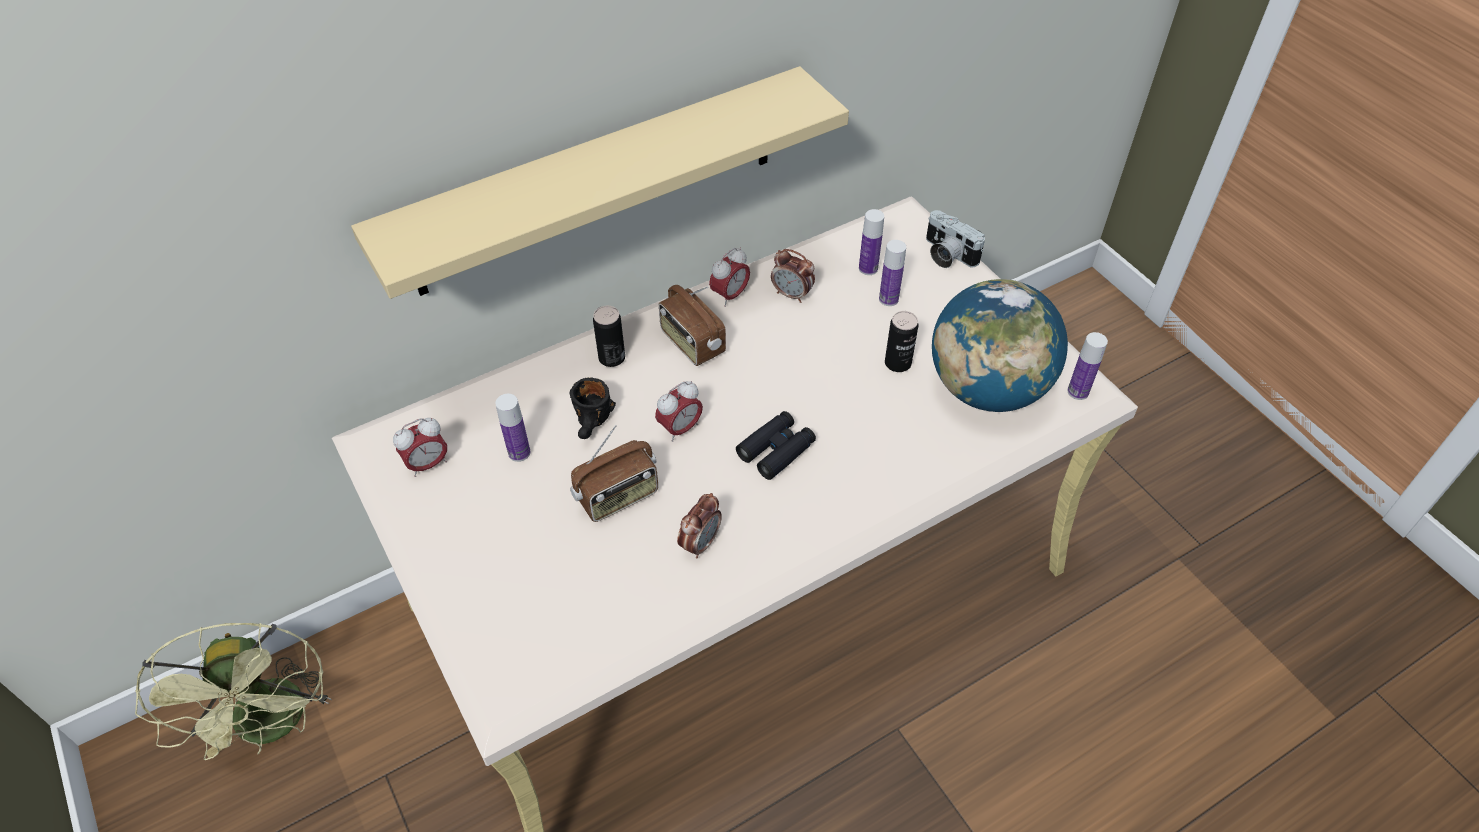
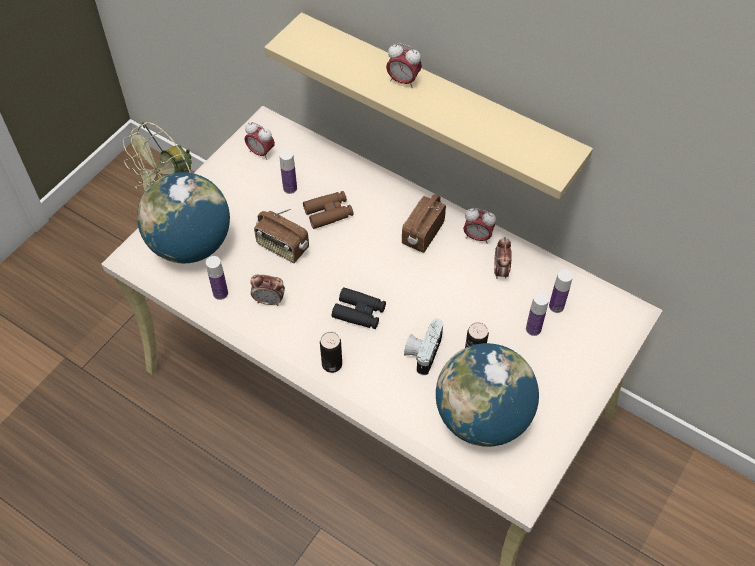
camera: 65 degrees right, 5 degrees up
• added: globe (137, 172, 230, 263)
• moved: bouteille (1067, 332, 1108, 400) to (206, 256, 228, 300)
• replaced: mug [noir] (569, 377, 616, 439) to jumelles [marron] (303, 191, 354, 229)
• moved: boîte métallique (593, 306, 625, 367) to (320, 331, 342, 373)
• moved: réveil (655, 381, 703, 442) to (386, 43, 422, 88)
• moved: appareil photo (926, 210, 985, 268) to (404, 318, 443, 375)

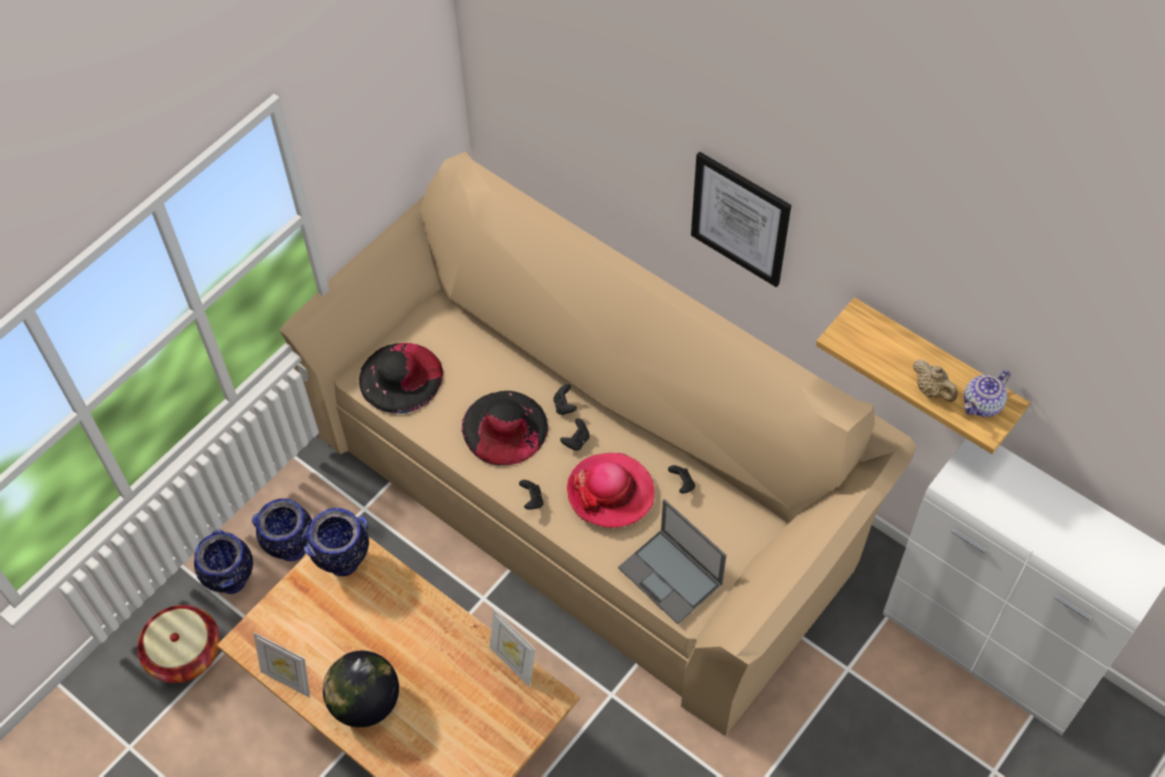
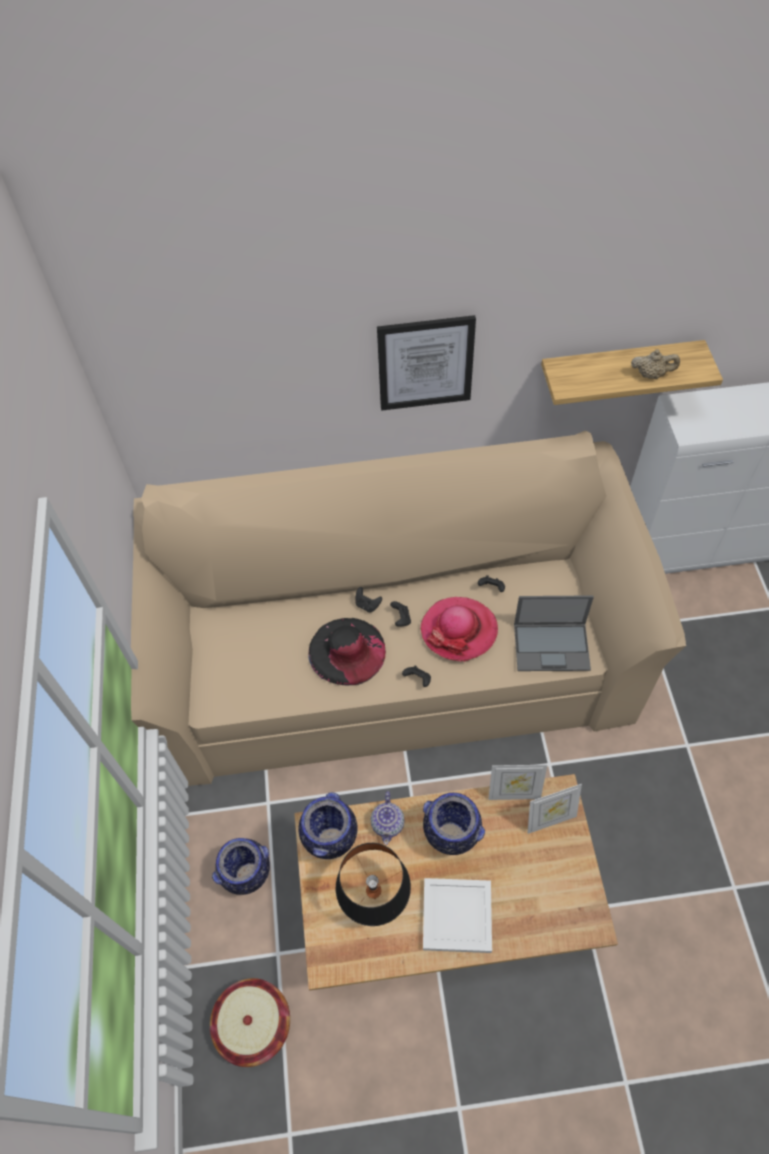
camera: 45 degrees left, 0 degrees up
• added: lampe de table [noir] (336, 843, 411, 926)
• moved: théière (964, 370, 1010, 417) to (371, 791, 404, 845)
• moved: vase (194, 529, 253, 594) to (423, 793, 485, 855)
• replaced: globe (323, 651, 399, 728) to plateau [blanc] (423, 878, 492, 953)
• moved: cadre photo (253, 632, 310, 698) to (528, 784, 582, 834)
• removed: chapeau [noir] (359, 343, 443, 414)

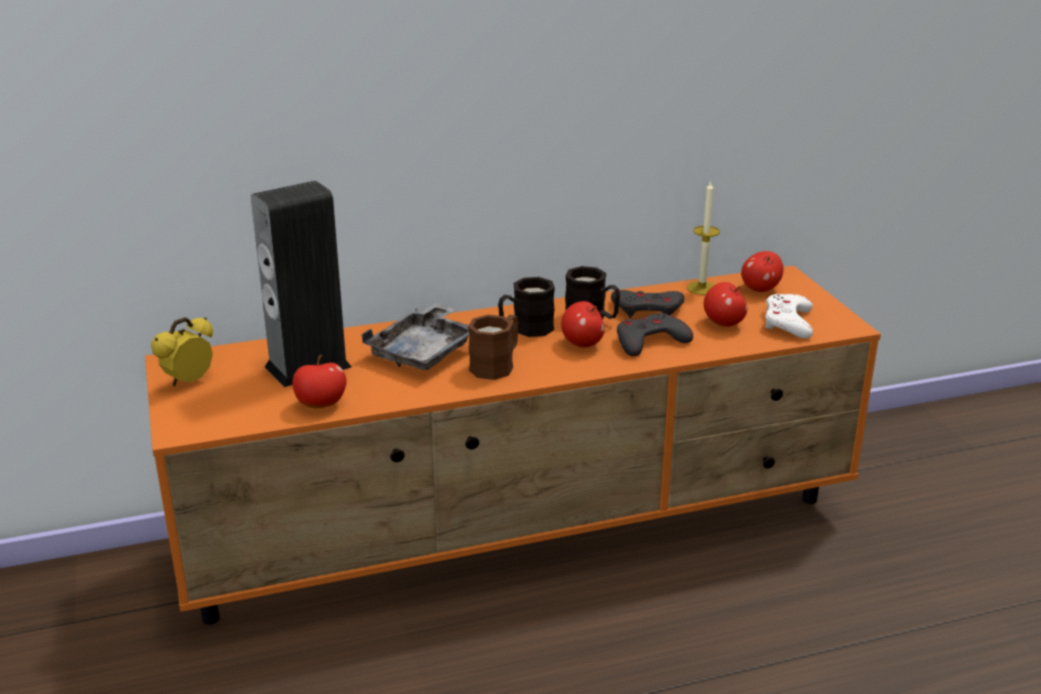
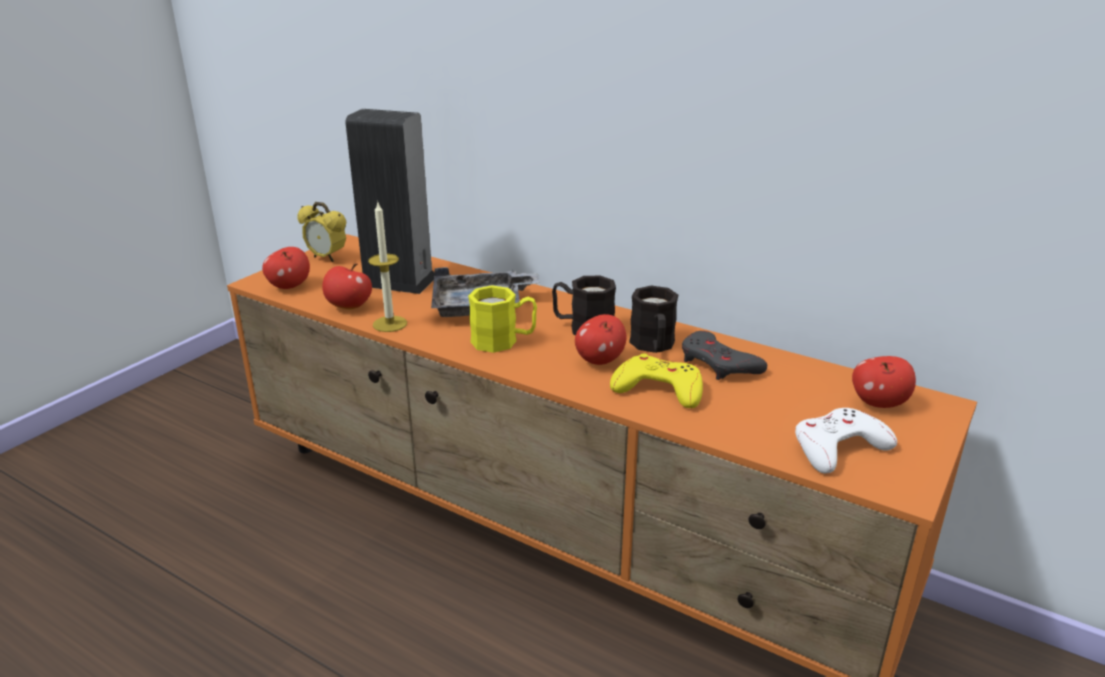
camera: 50 degrees right, 0 degrees up
• moved: pomme (704, 282, 747, 327) to (262, 247, 310, 289)
• turned: réveil (151, 317, 213, 386) = (297, 202, 346, 262) 150 degrees counterclockwise
• moved: bougie (687, 180, 720, 295) to (368, 203, 407, 332)
• recoloured: mug [marron] (468, 315, 518, 380) to mug [jaune] (468, 285, 537, 353)
• recoloured: manette [gris] (617, 313, 693, 356) to manette [jaune] (610, 353, 703, 408)

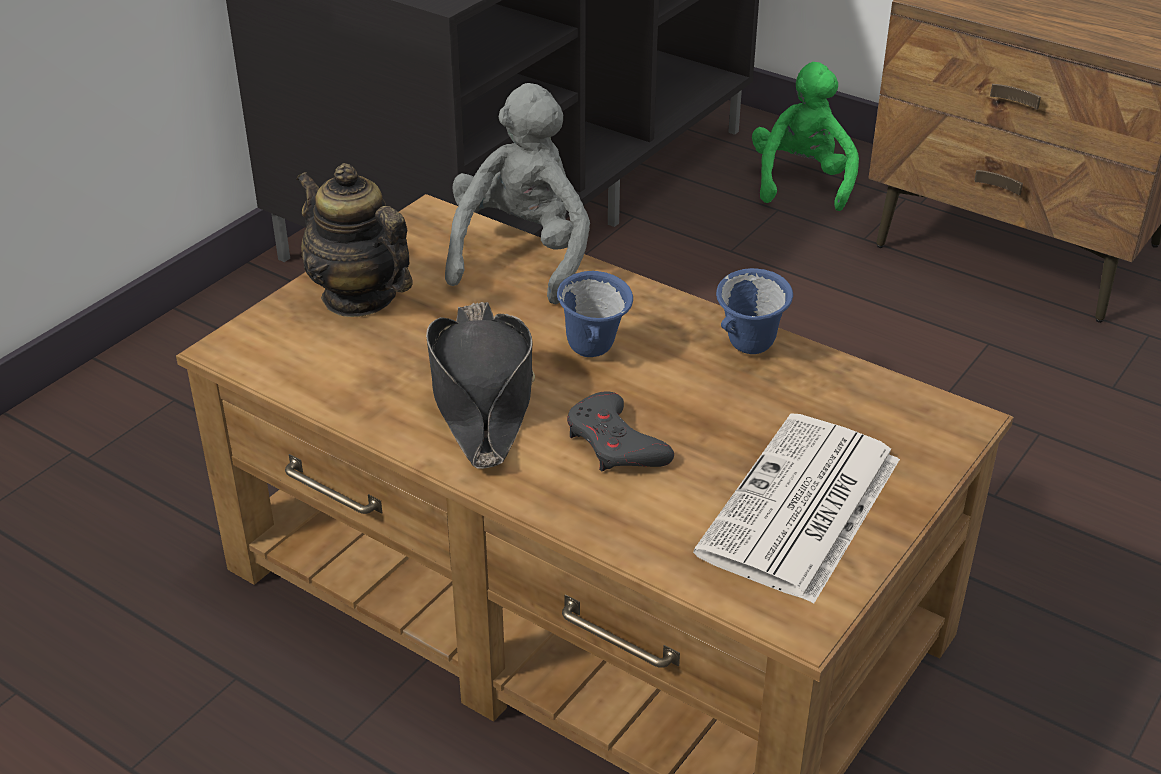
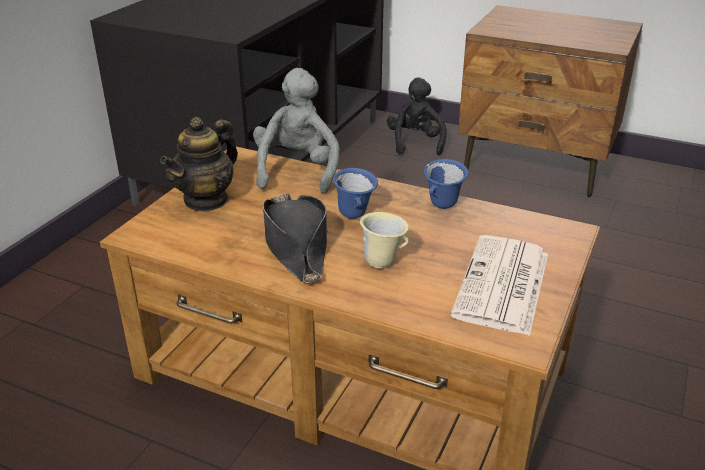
camera: 10 degrees left, 5 degrees down
• turned: théière (296, 163, 413, 317) = (160, 117, 238, 212) 90 degrees counterclockwise
• replaced: manette [gris] (567, 391, 674, 471) to mug [beige] (360, 212, 409, 268)
• recoloured: peluche [vert] (752, 62, 859, 211) to peluche [noir] (387, 78, 447, 156)

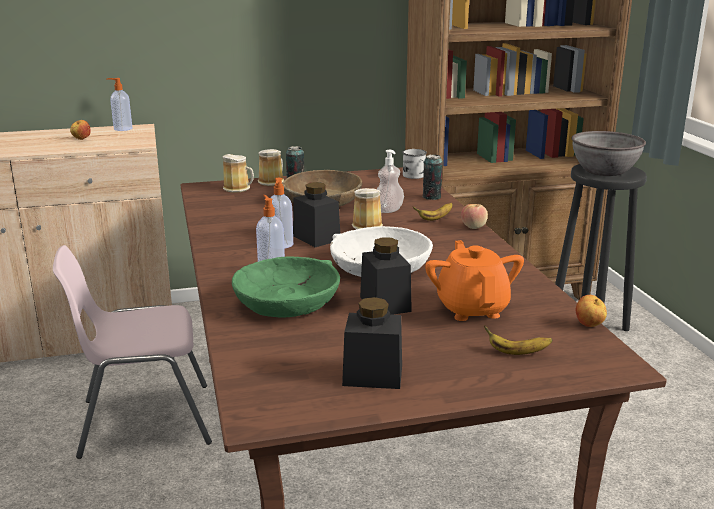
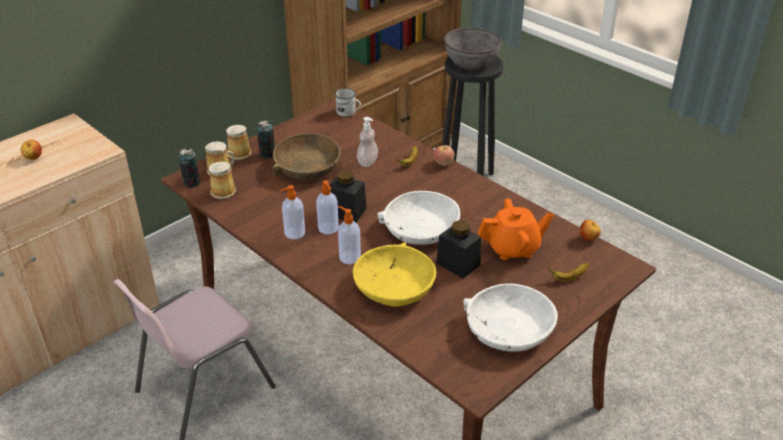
camera: 30 degrees left, 15 degrees up
• moved: boîte métallique (422, 155, 443, 200) to (179, 148, 200, 188)
• moved: mug (352, 188, 383, 229) to (209, 162, 236, 199)
• moved: distributeur de savon (106, 78, 132, 131) to (279, 185, 305, 239)
• recoloured: bol [vert] (232, 257, 340, 318) to bol [jaune] (353, 242, 436, 307)
• replaced: bocal [noir] (342, 297, 402, 389) to bol [blanc] (463, 283, 558, 352)
• turned: théière [orange] (425, 240, 524, 321) = (478, 198, 554, 260) 120 degrees clockwise

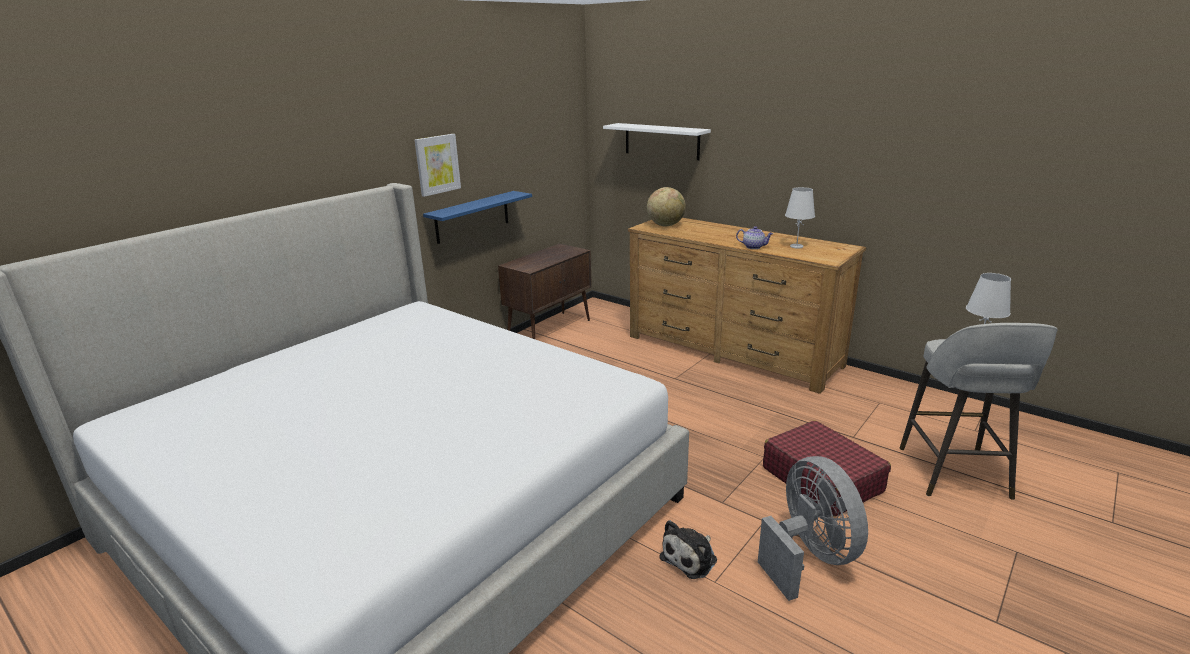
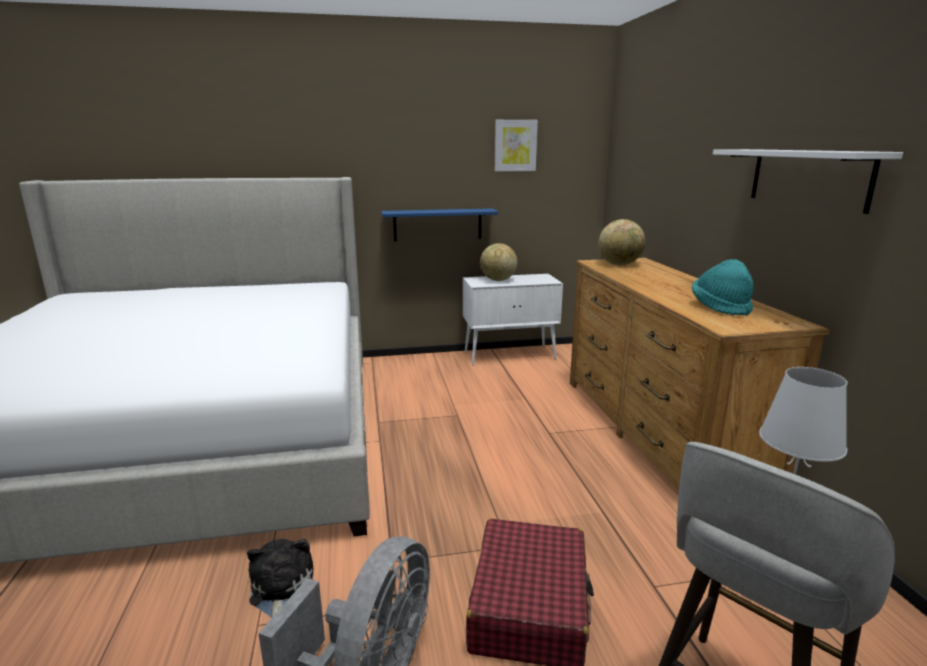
camera: 40 degrees right, 5 degrees down
• turned: peluche (659, 520, 717, 579) = (247, 539, 313, 618) 90 degrees clockwise
• recoloured: meuble de rangement [marron] (498, 244, 592, 339) to meuble de rangement [blanc] (463, 274, 563, 365)
• added: globe (480, 243, 517, 281)
• moved: tableau (414, 134, 461, 197) to (495, 120, 538, 171)
• replaced: lampe de table [blanc] (785, 187, 815, 248) to chapeau [turquoise] (692, 259, 753, 315)
• moved: étagère [blanc] (603, 123, 711, 160) to (713, 149, 903, 214)
• removed: théière (736, 226, 773, 249)

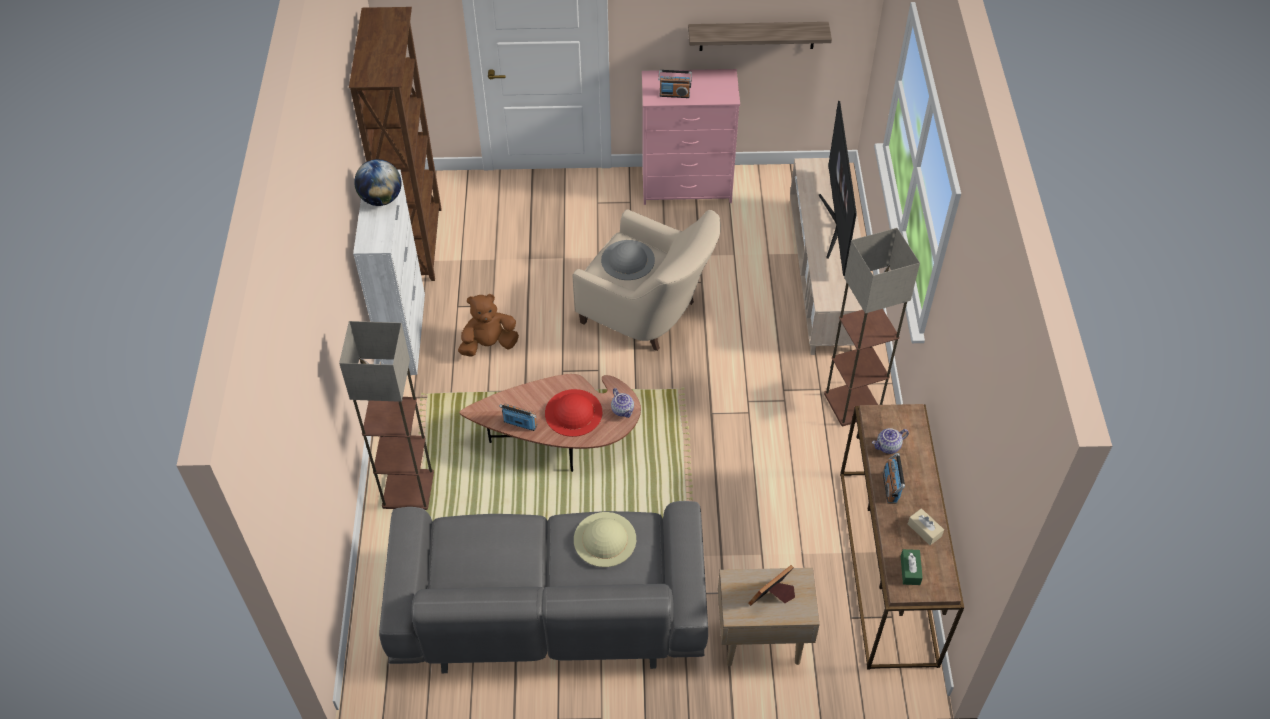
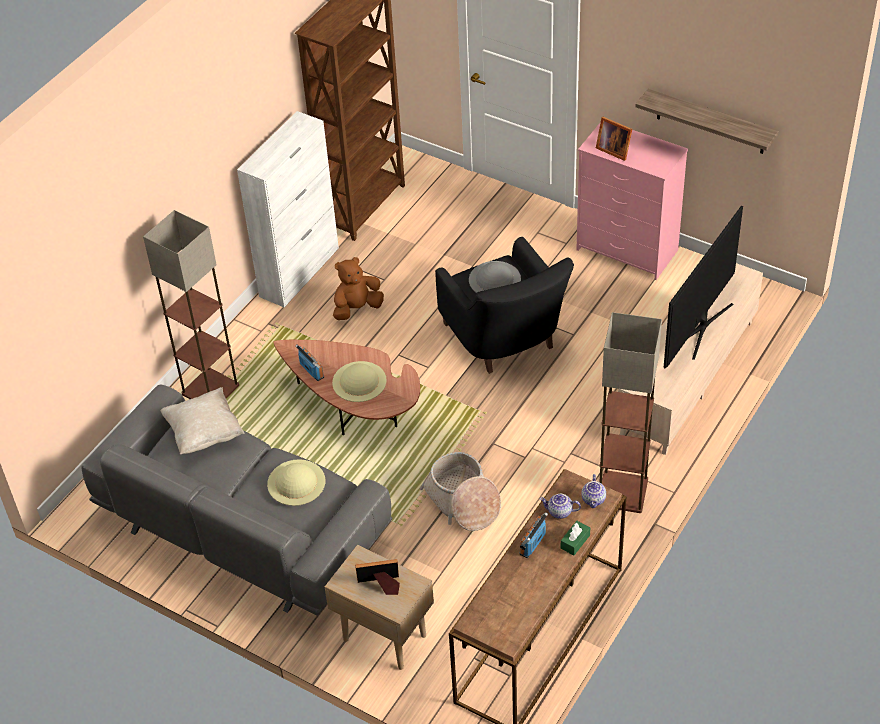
camera: 35 degrees right, 5 degrees down
• added: coussin [beige] (161, 387, 244, 454)
• recoloured: chapeau [rouge] (545, 389, 602, 437) to chapeau [beige] (332, 361, 387, 402)
• turned: peluche [marron] (458, 294, 519, 357) = (333, 257, 384, 320) 45 degrees counterclockwise
• added: panier (420, 452, 501, 531)
• recoloured: fauteuil [beige] (572, 209, 721, 351) to fauteuil [noir] (435, 237, 574, 374)
• moved: boîte à mouchoirs [vert] (901, 549, 923, 585) to (561, 521, 590, 555)
• moved: théière (611, 388, 634, 418) to (581, 474, 606, 508)
• replaced: radio (658, 70, 692, 98) to cadre photo (596, 117, 632, 161)
• removed: globe (354, 159, 401, 206)
• removed: boîte à mouchoirs [beige] (908, 508, 944, 545)

